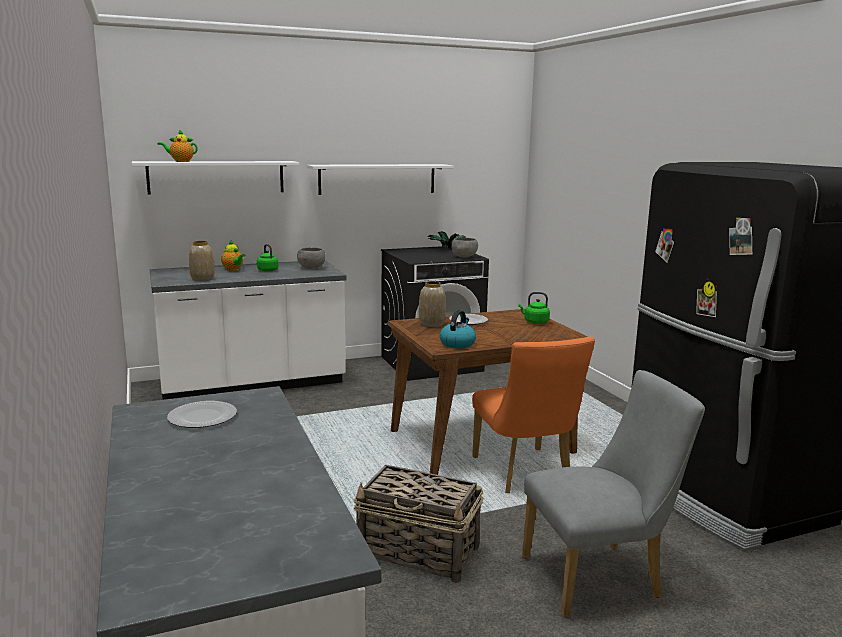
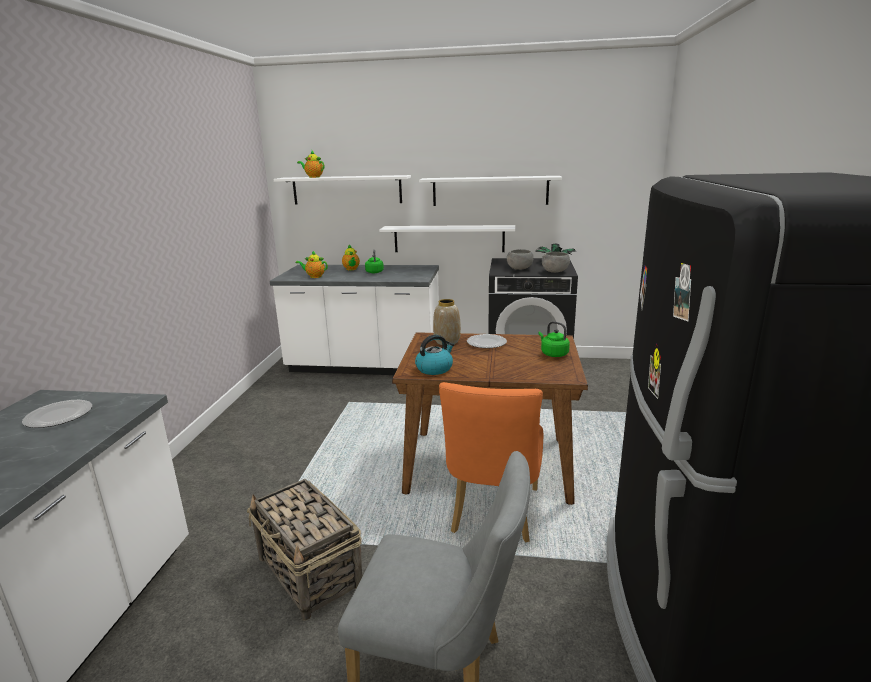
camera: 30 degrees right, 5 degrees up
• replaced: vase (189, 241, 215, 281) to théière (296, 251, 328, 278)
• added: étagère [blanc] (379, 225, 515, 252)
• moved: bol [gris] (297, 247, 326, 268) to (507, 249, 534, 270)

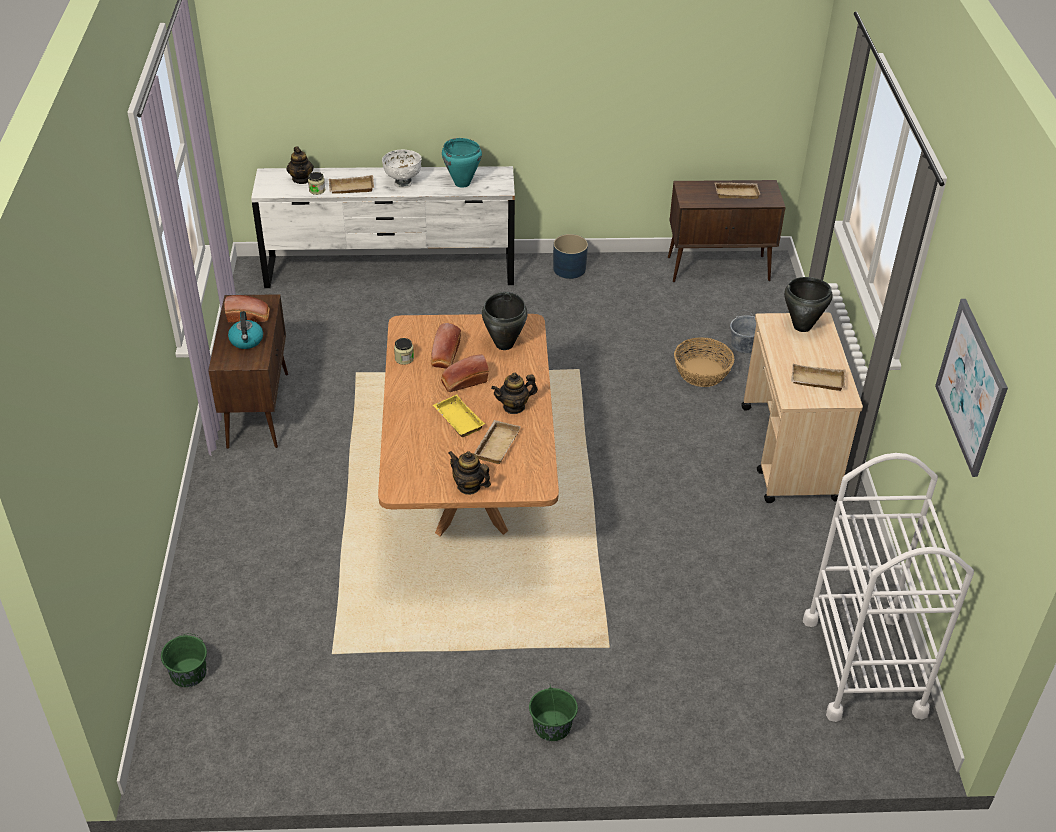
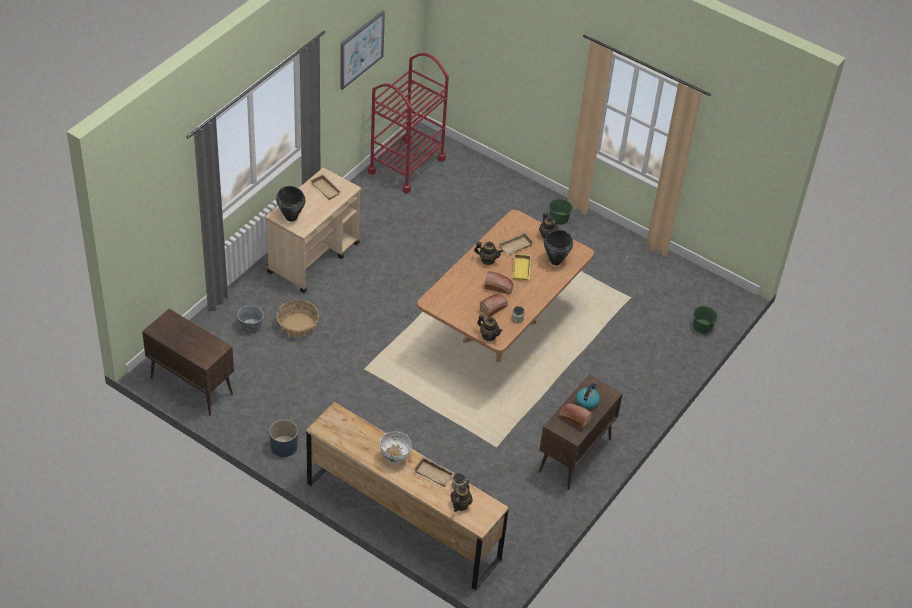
camera: 145 degrees left, 5 degrees up
• recoloured: commode [blanc] (251, 166, 515, 288) to commode [marron] (306, 402, 509, 590)
• recoloured: chariot [blanc] (803, 453, 974, 722) to chariot [rouge] (368, 53, 449, 193)
• added: théière (477, 314, 502, 341)
• moved: marmite [noir] (482, 292, 527, 350) to (544, 230, 573, 265)
• removed: marmite [turquoise] (442, 138, 482, 188)
• removed: plateau [beige] (714, 182, 760, 199)

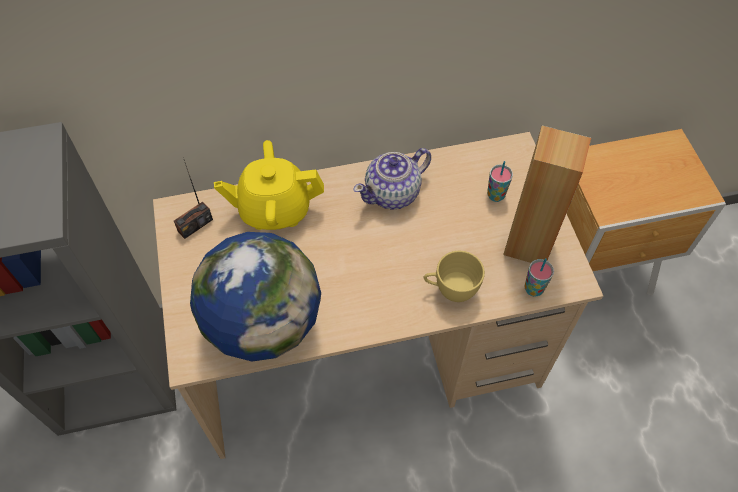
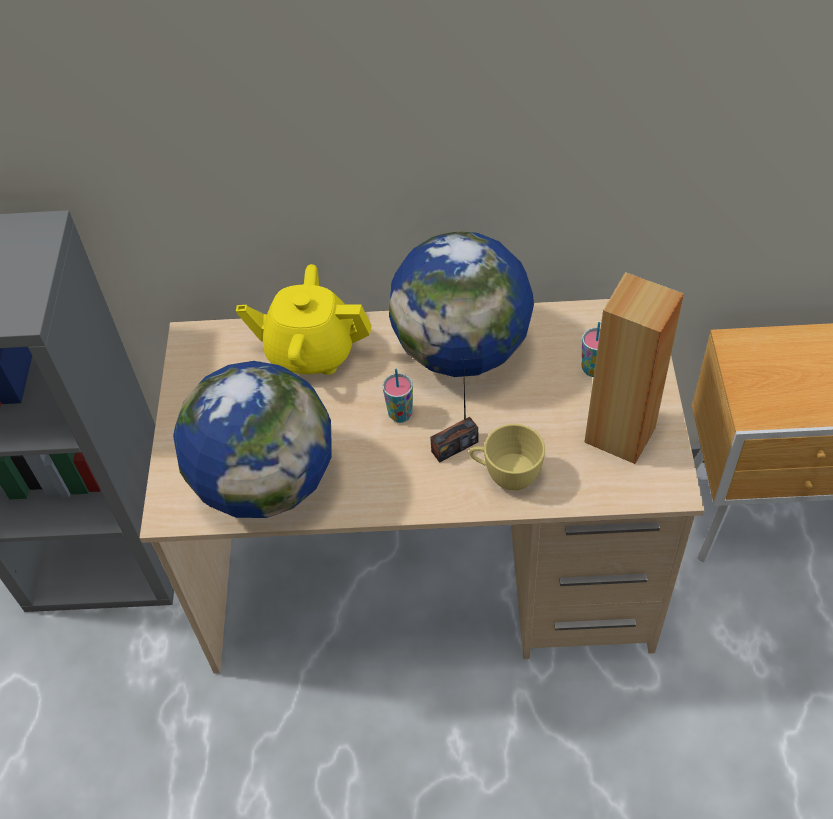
camera: 15 degrees right, 5 degrees down
• moved: tasse (524, 258, 554, 297) to (383, 369, 413, 423)
• replaced: théière (354, 148, 431, 210) to globe (389, 231, 534, 377)
• moved: radio (174, 160, 213, 239) to (430, 356, 478, 463)

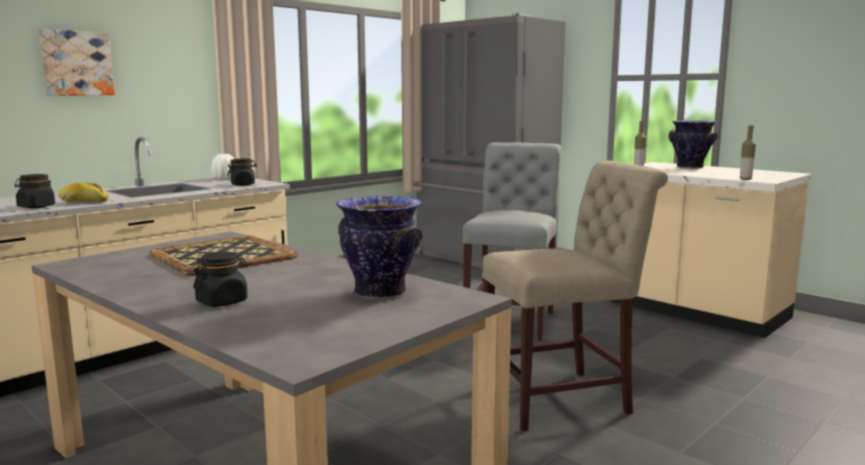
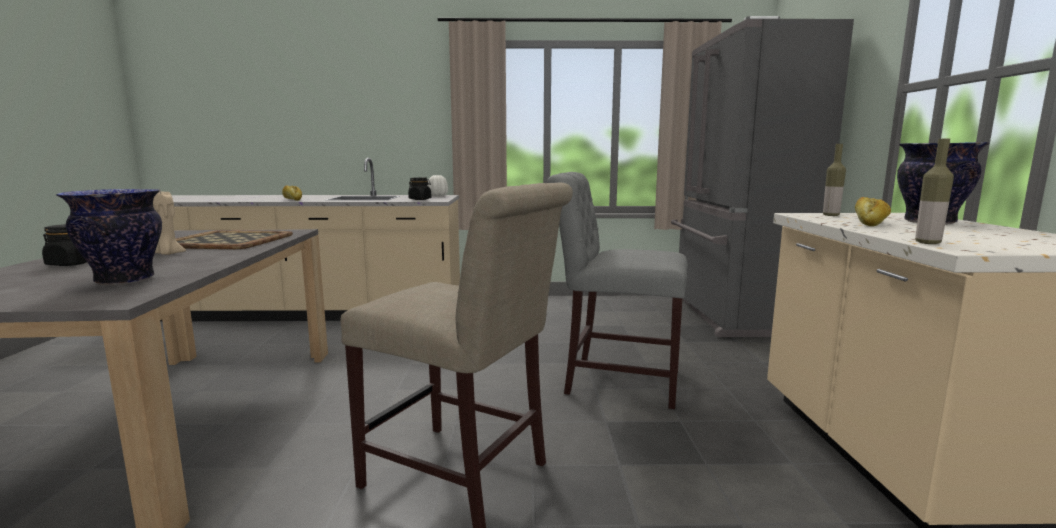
camera: 45 degrees right, 0 degrees up
• added: bougie [beige] (153, 191, 186, 255)
• turned: chaise [gris] (463, 142, 561, 341) = (547, 172, 688, 409) 135 degrees counterclockwise
• added: pain (855, 197, 891, 227)
• removed: bocal [noir] (14, 174, 55, 208)
• removed: tableau (39, 29, 115, 95)

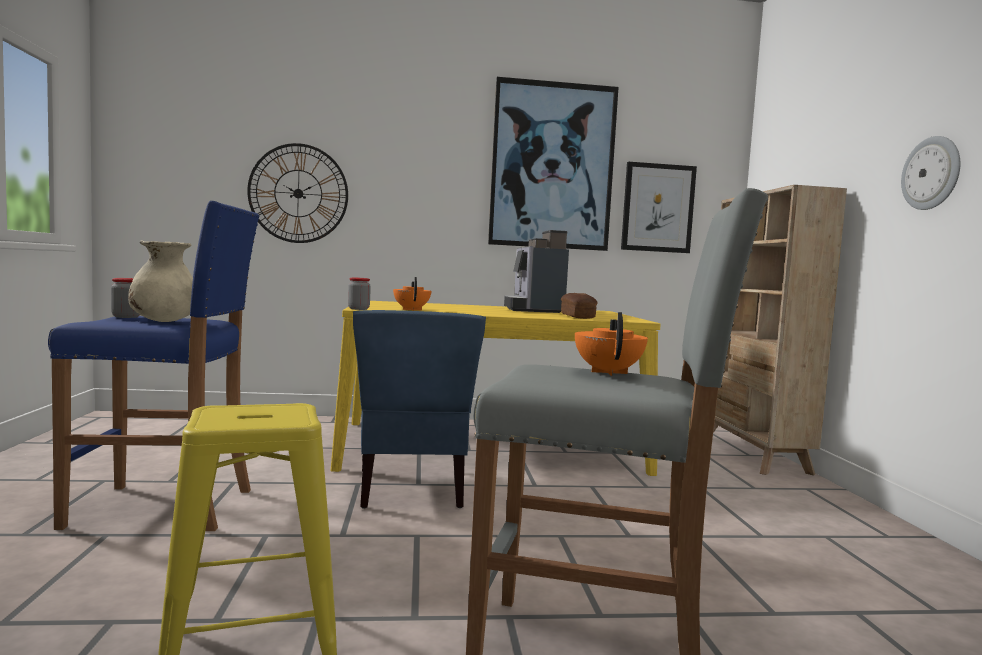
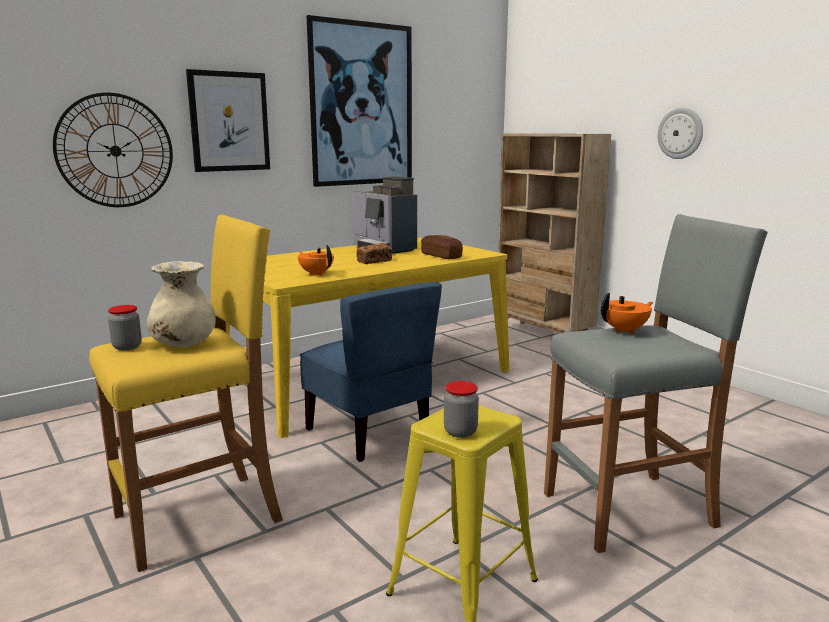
camera: 30 degrees left, 10 degrees up
• recoloured: tabouret [bleu] (48, 201, 260, 531) to tabouret [jaune] (89, 215, 283, 572)
• moved: tableau (621, 162, 697, 253) to (186, 69, 270, 172)
• added: pain (357, 243, 392, 264)
• moved: bocal (348, 277, 371, 310) to (444, 381, 479, 438)
• turned: théière [orange] (575, 312, 648, 376) = (601, 293, 653, 334) 90 degrees clockwise

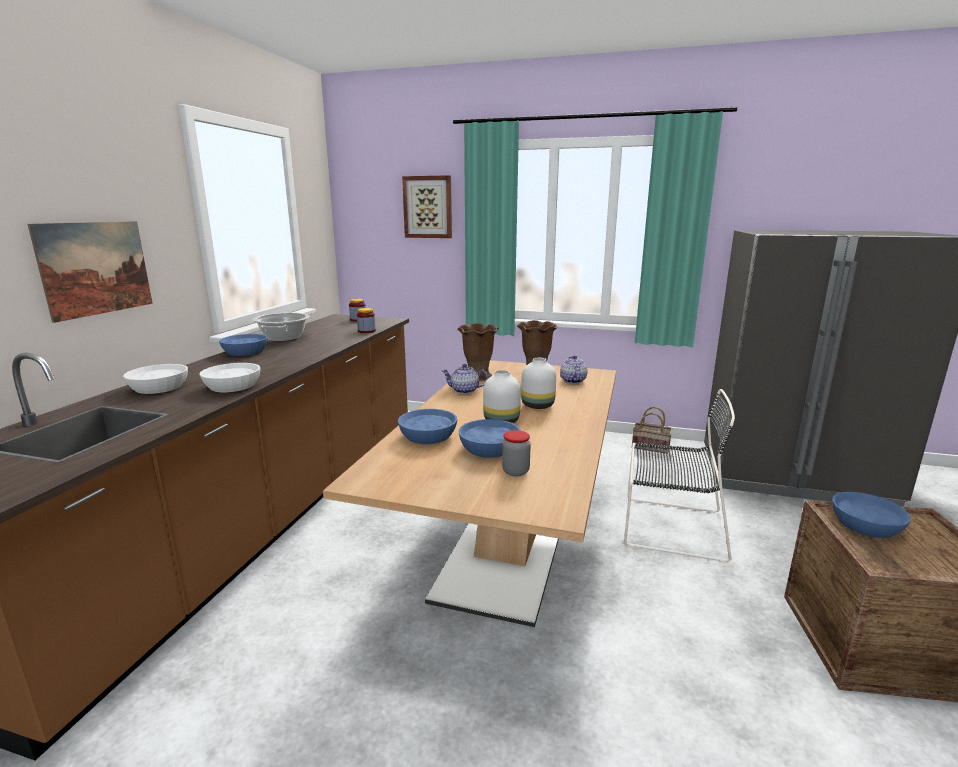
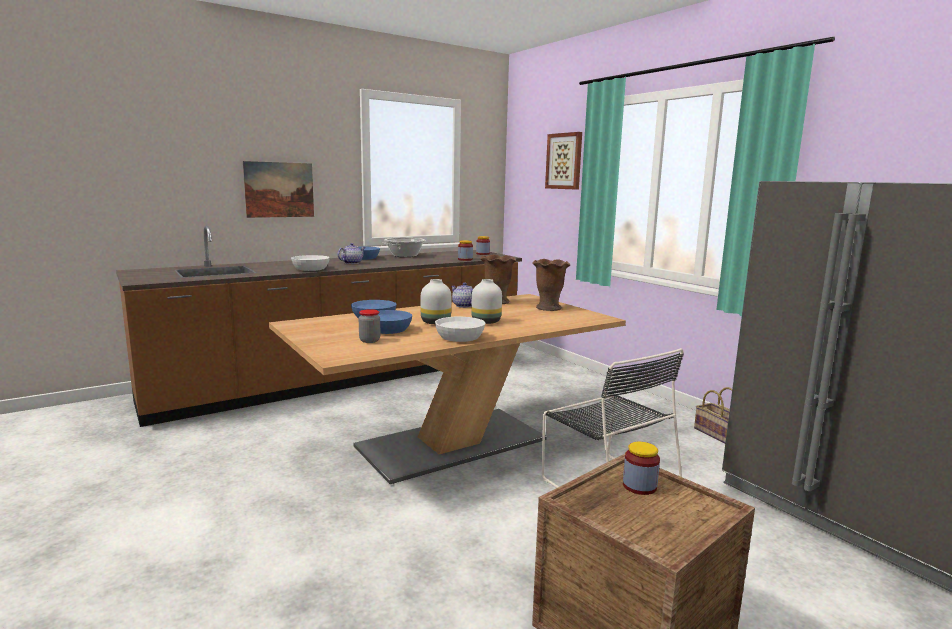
camera: 40 degrees right, 5 degrees down
• moved: théière (560, 355, 588, 384) to (337, 243, 365, 264)
• moved: bol [blanc] (123, 364, 188, 394) to (435, 317, 485, 342)
• replaced: bol [bleu] (832, 492, 911, 538) to bocal (623, 442, 660, 495)

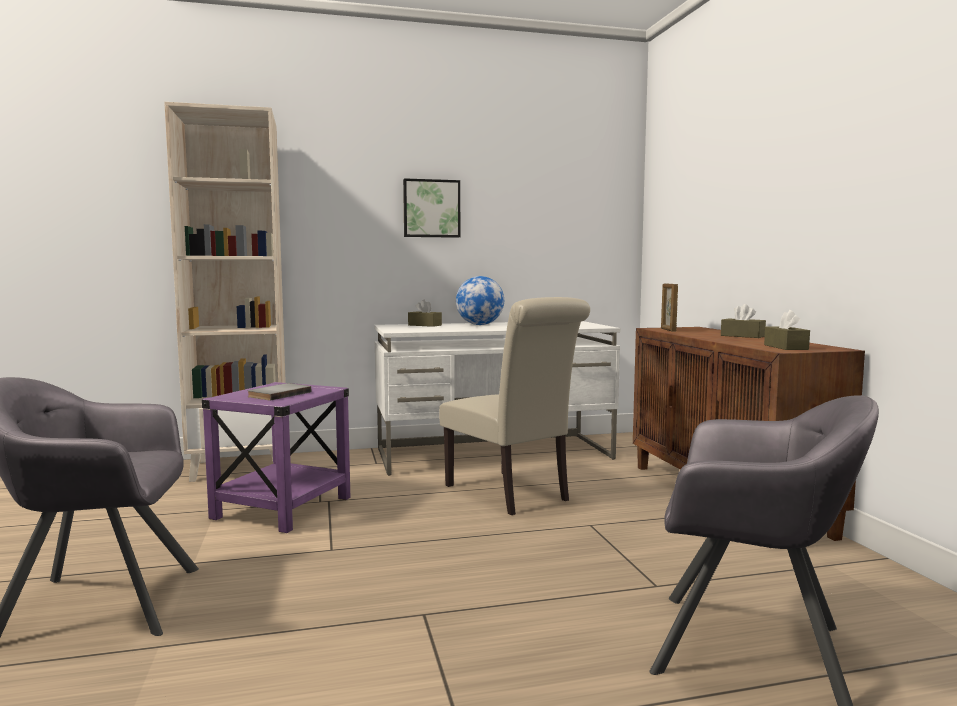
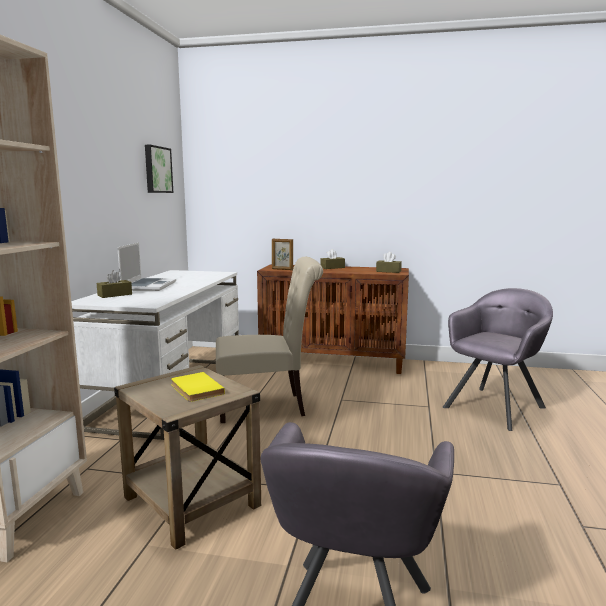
camera: 65 degrees left, 5 degrees up
• recoloured: table d'appoint [violet] (202, 382, 350, 533) to table d'appoint [beige] (114, 365, 261, 550)
• replaced: globe (456, 276, 504, 325) to ordinateur portable (117, 242, 176, 291)
• moved: tableau (403, 178, 460, 238) to (145, 145, 173, 193)
• recoloured: livre [gris] (247, 383, 311, 401) to livre [jaune] (171, 372, 225, 402)

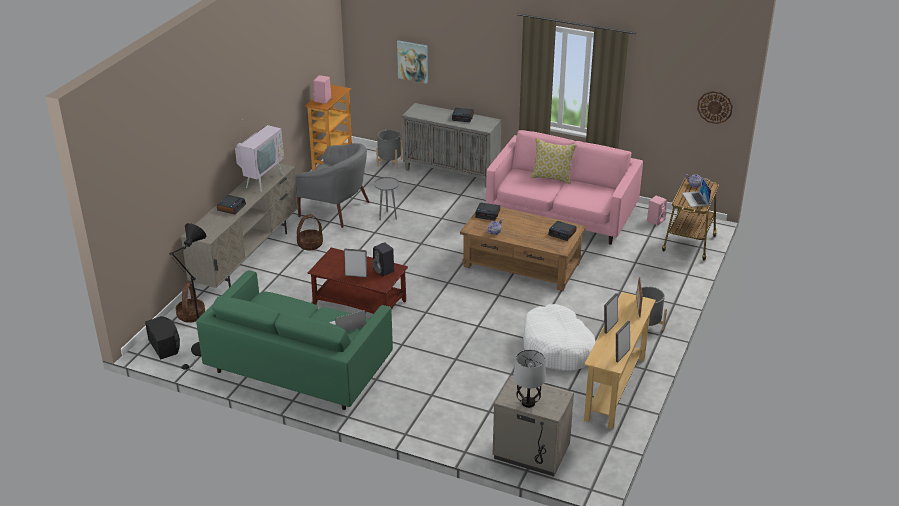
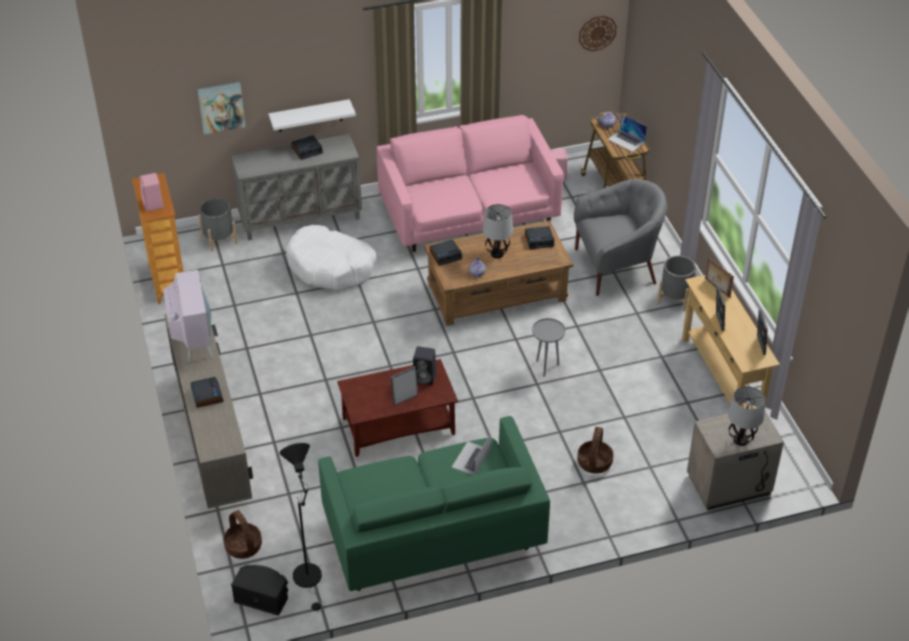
camera: 40 degrees left, 10 degrees up
• added: étagère [blanc] (269, 99, 356, 132)
• moved: panier pour chien [blanc] (523, 304, 596, 371) to (286, 225, 377, 291)
• added: lampe de table (483, 204, 513, 258)
• moved: table d'appoint [gris] (374, 177, 399, 220) to (532, 318, 565, 377)
• moved: fauteuil [gris] (295, 143, 370, 228) to (574, 179, 667, 296)
• moved: panier (297, 214, 323, 250) to (577, 427, 614, 474)
• removed: coussin (530, 138, 577, 184)

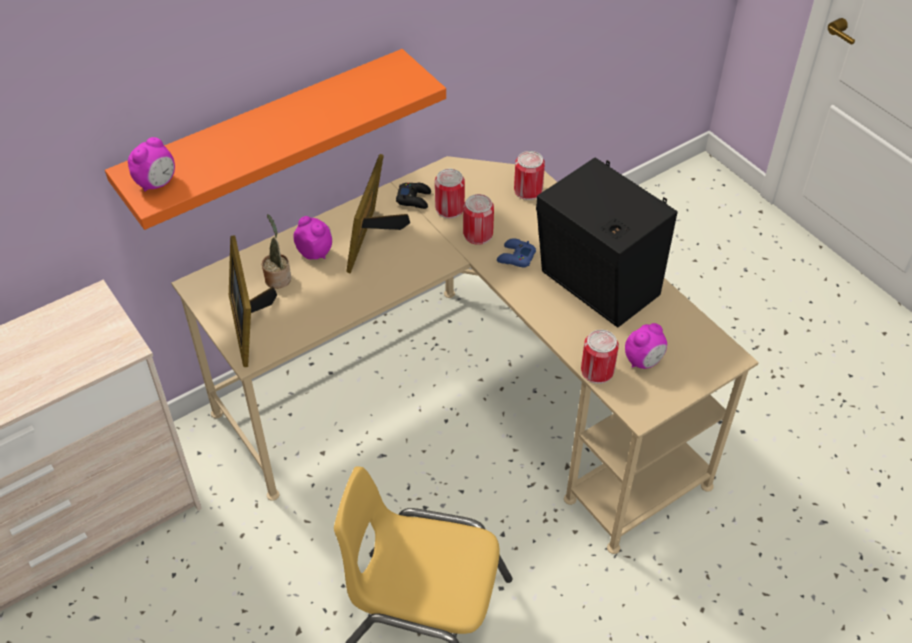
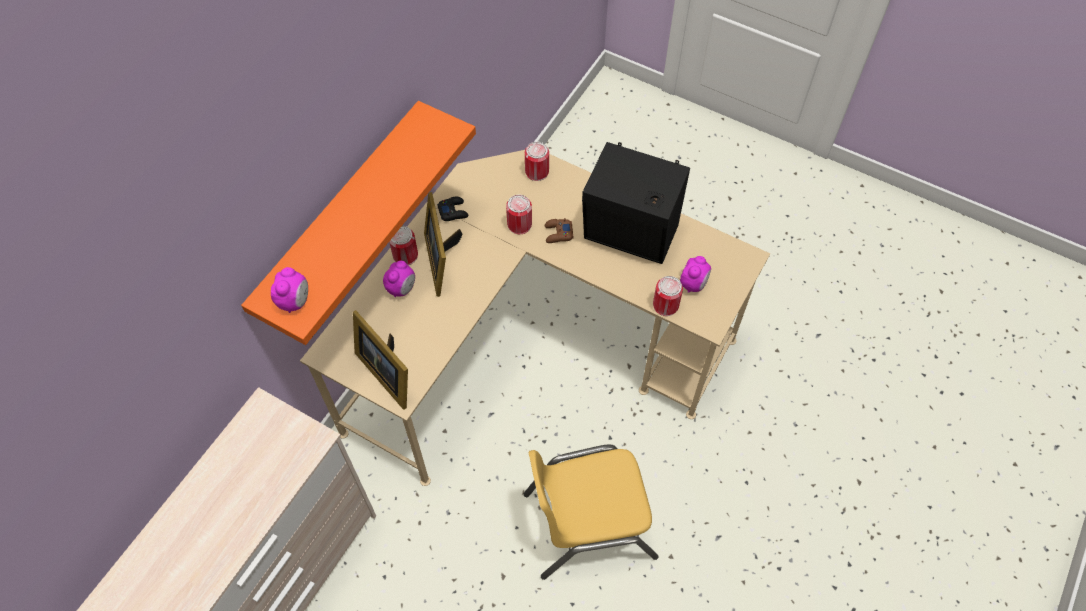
camera: 25 degrees left, 10 degrees up
• turned: réveil (294, 216, 332, 259) = (383, 261, 415, 297) 105 degrees clockwise
• moved: boîte métallique (435, 169, 465, 218) to (389, 226, 418, 265)
• recoloured: manette [bleu] (497, 238, 536, 267) to manette [marron] (545, 218, 573, 243)
• removed: plante en pot (262, 214, 291, 289)

